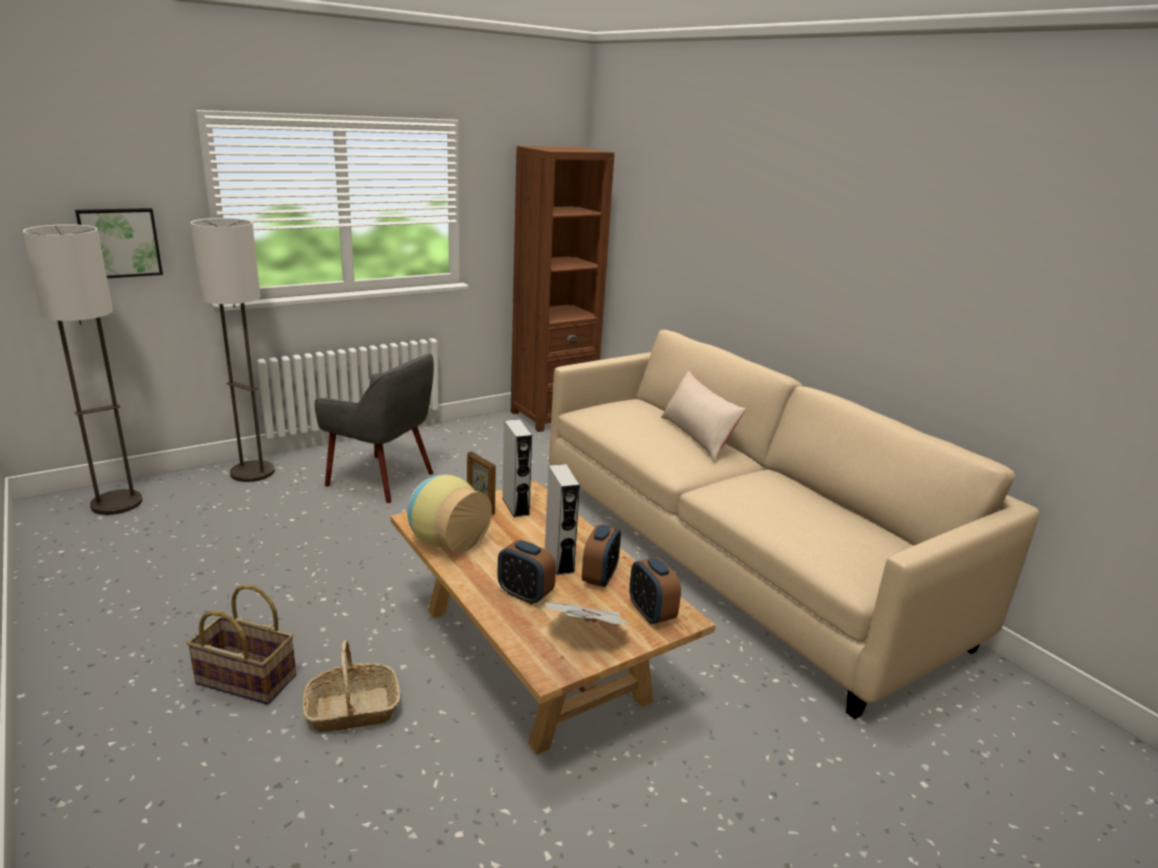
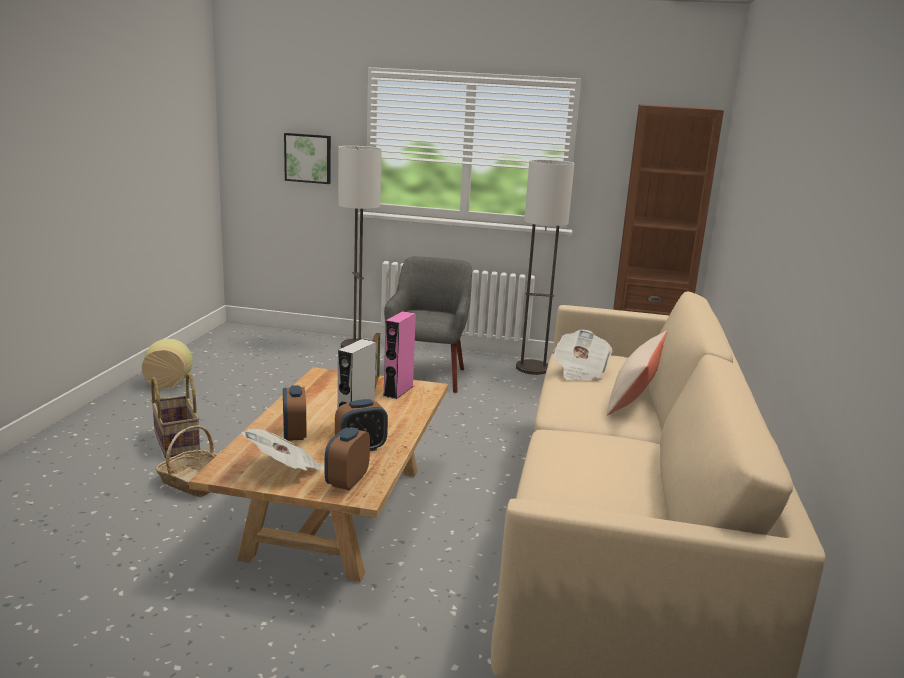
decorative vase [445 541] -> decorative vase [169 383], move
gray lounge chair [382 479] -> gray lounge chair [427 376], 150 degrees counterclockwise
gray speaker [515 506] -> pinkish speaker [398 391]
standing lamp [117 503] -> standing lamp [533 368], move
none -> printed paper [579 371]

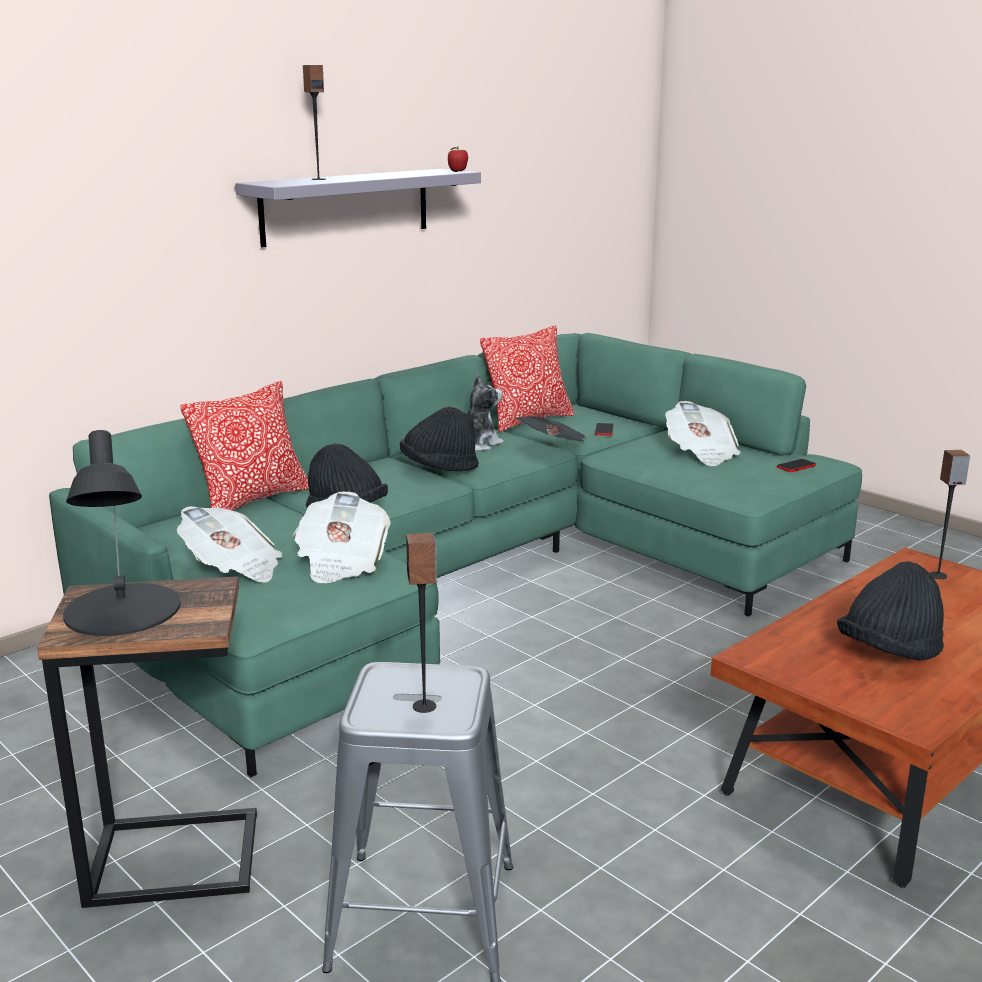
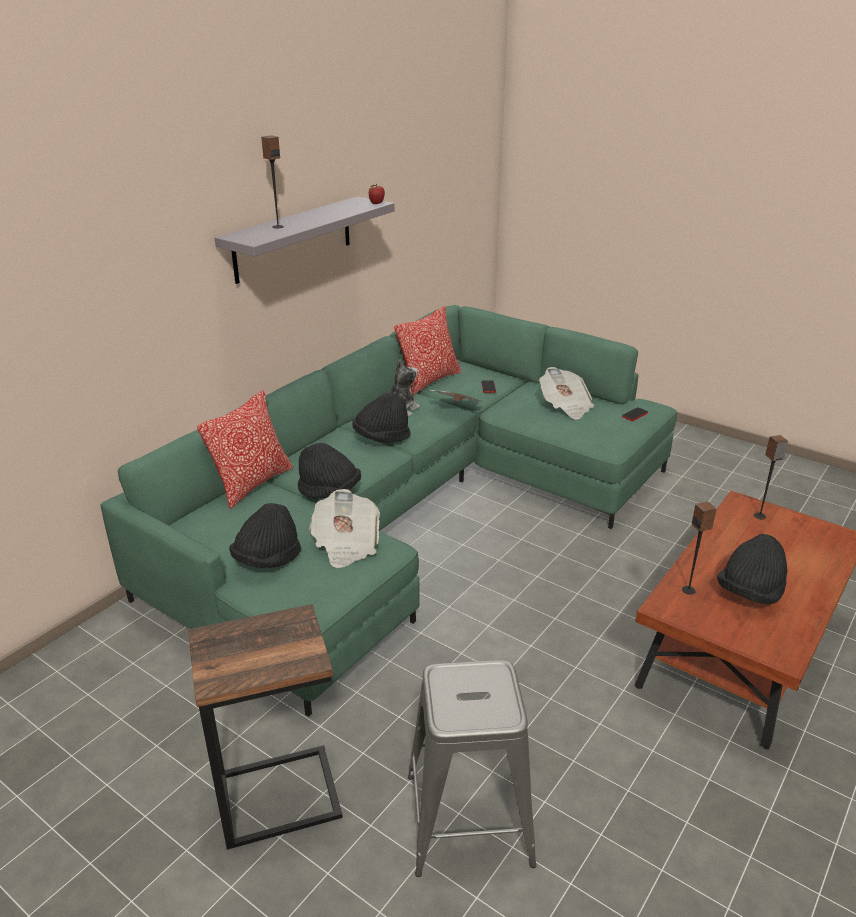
printed paper [233 568] -> black-coloured hat [267 559]
speaker [425 706] -> speaker [688 590], move
black-coloured tabletop lamp [121 610] -> none

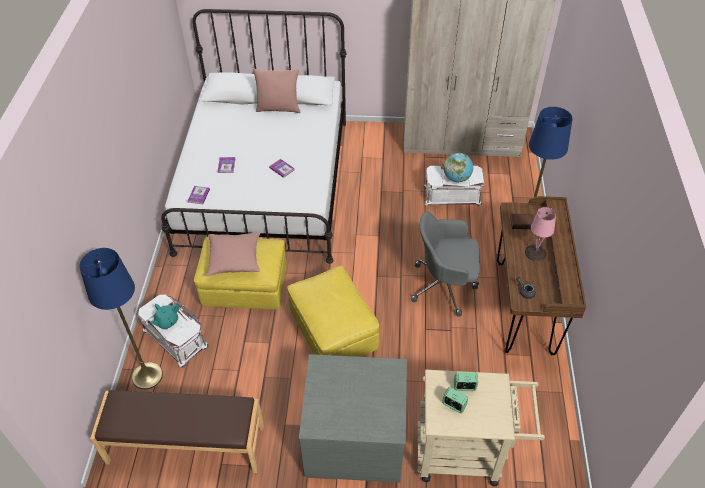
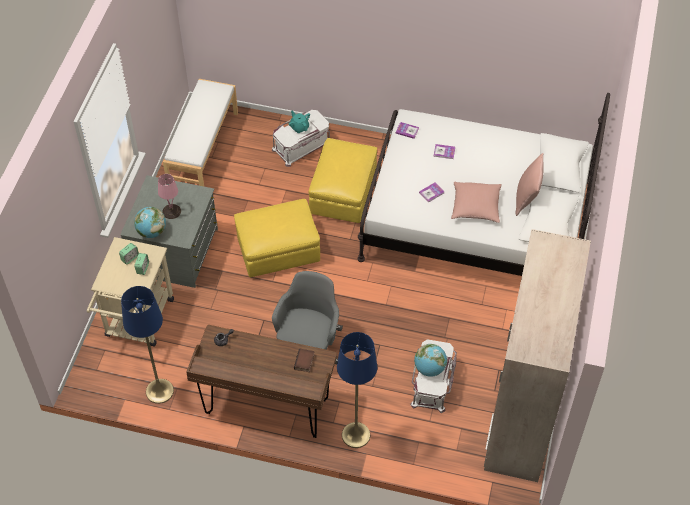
blue-coloured standing lamp [147 376] -> blue-coloured standing lamp [159 391], move
none -> globe [151 232]
pinkish tabletop lamp [536 252] -> pinkish tabletop lamp [171 211], move
brown bench [186 445] -> whitish bench [203 150]
pinkish cushion [234 259] -> pinkish cushion [475 207], move

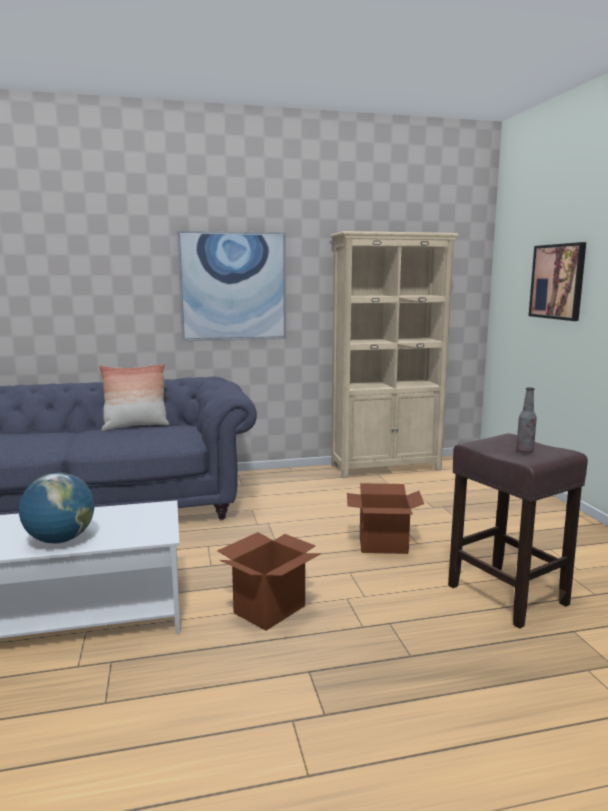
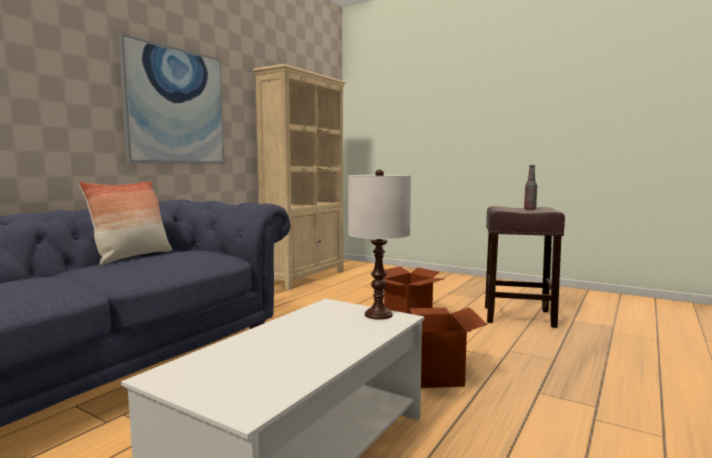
none -> whitish tabletop lamp [378 315]
globe [60 540] -> none
picture [557 281] -> none

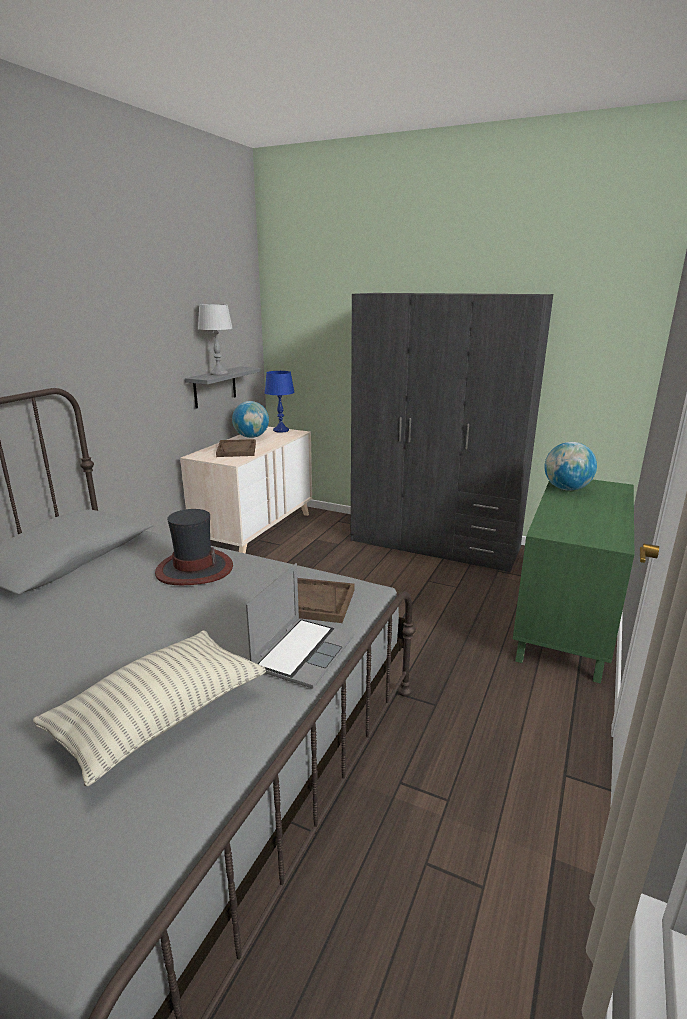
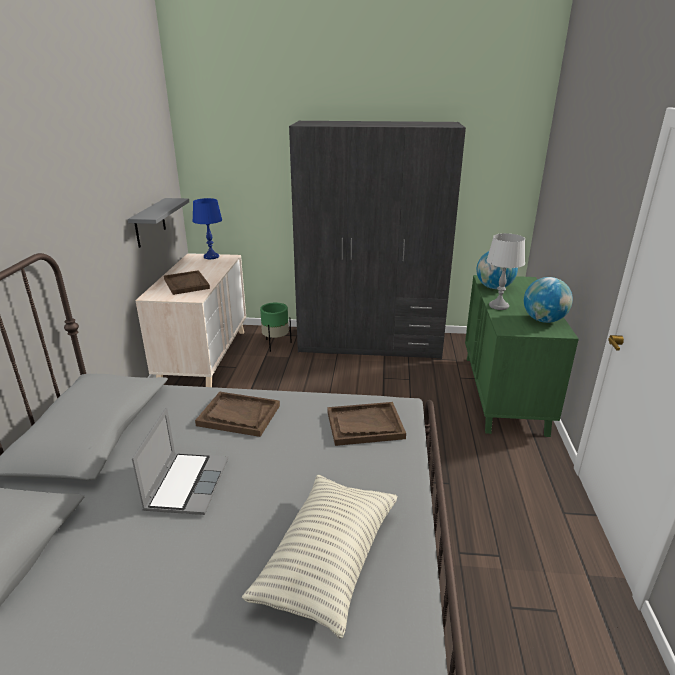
laptop [303 652] -> laptop [187 484], move
hat [194 569] -> brown tray [238 415]
none -> greenish planter [276 344]
gray tabletop lamp [218 374] -> gray tabletop lamp [499 306], move
globe [251 437] -> globe [543 320], move

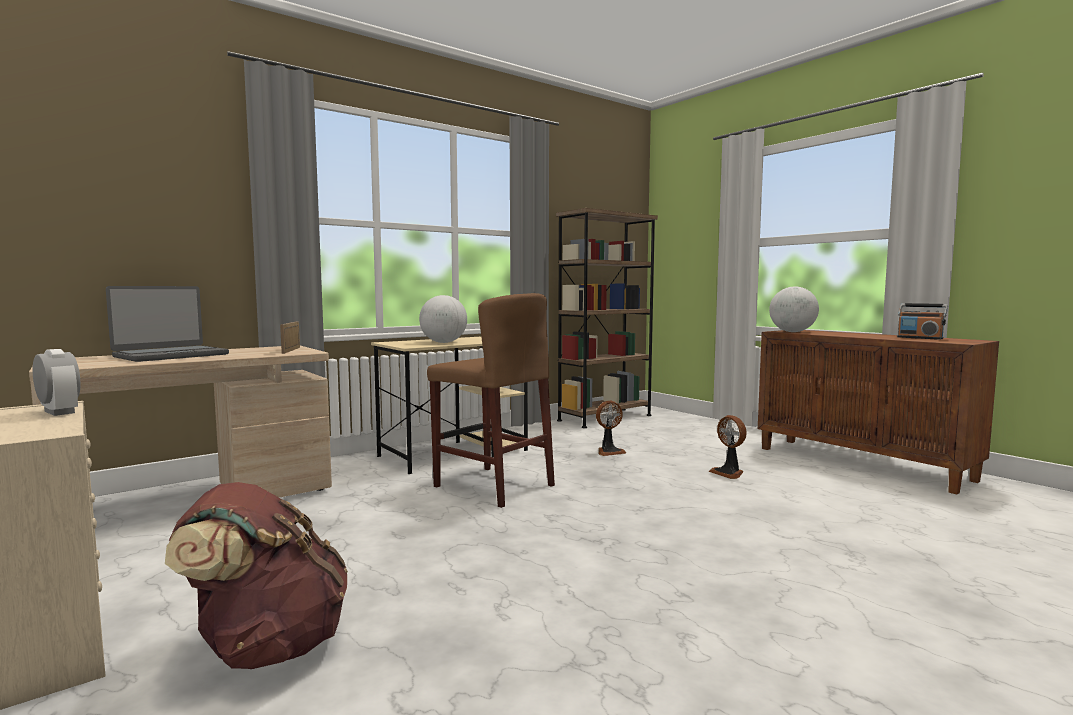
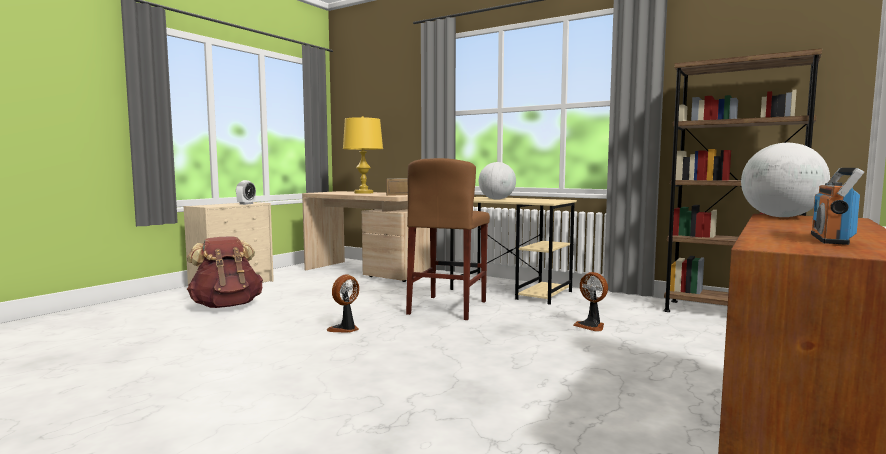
cooling fan [728 473] -> cooling fan [345 329], move
laptop [171 355] -> yellow-coloured tabletop lamp [364 193]

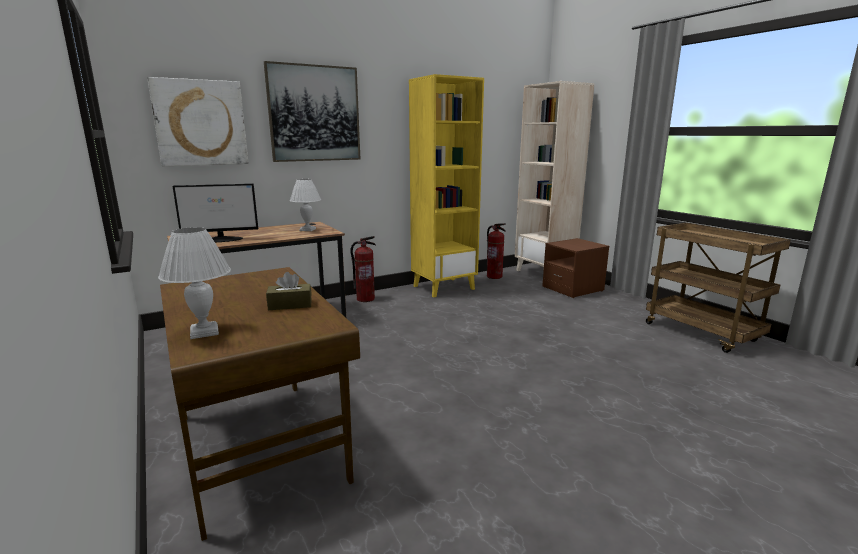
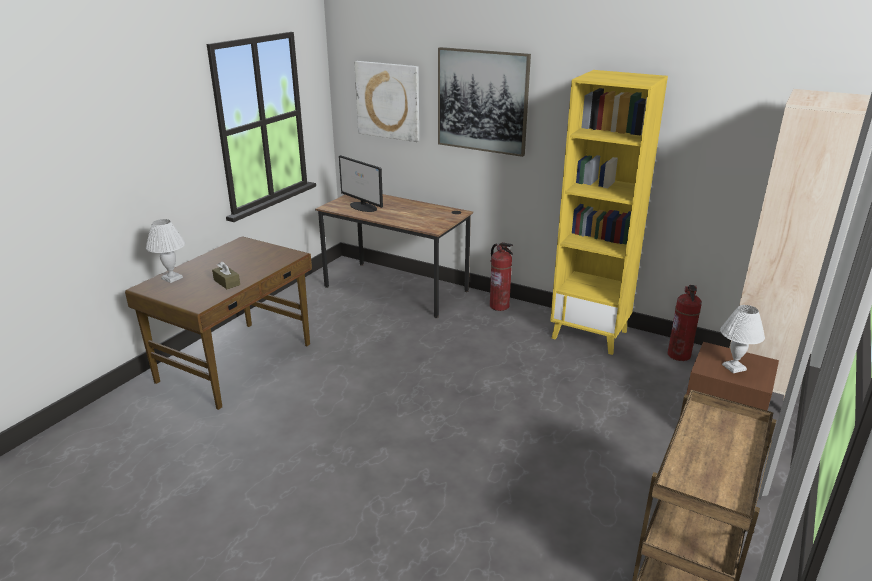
whitish tabletop lamp [307 229] -> whitish tabletop lamp [734 367], move

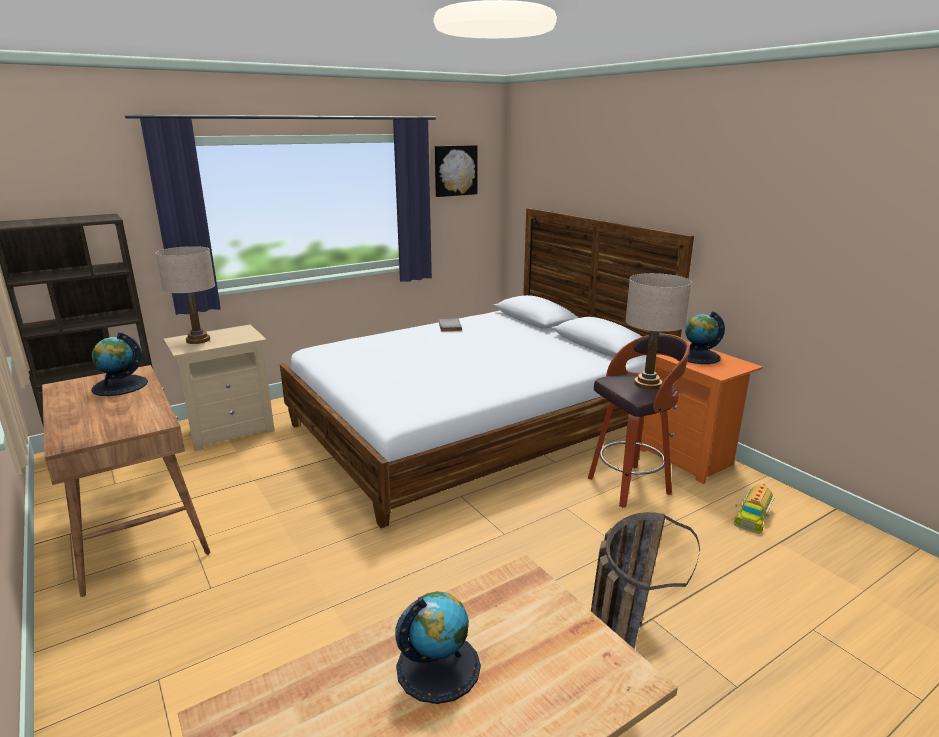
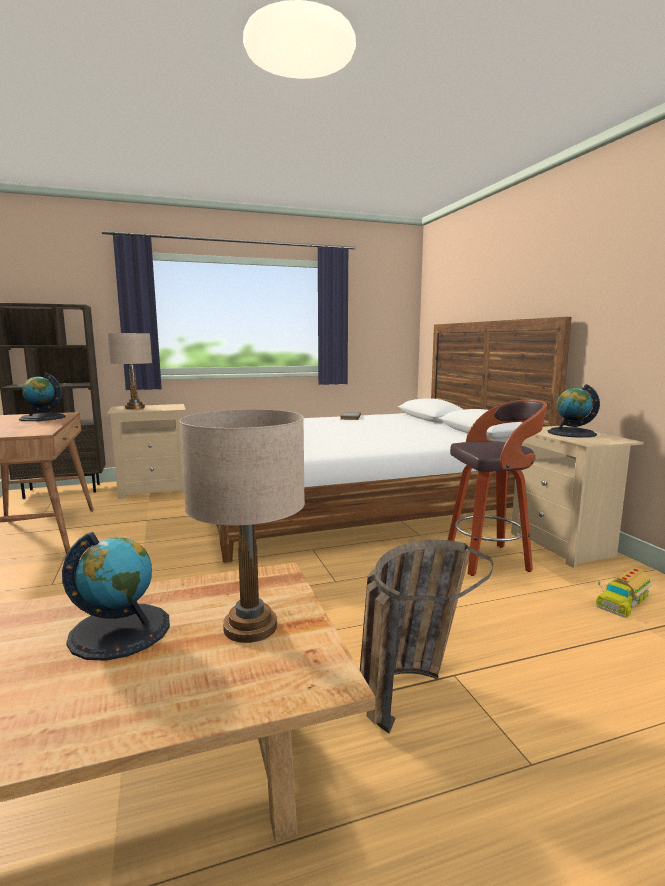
beige-coloured tabletop lamp [648 384] -> beige-coloured tabletop lamp [251 626], move
orange-coloured night table [687 457] -> beige-coloured night table [564 545]
picture [455 170] -> none

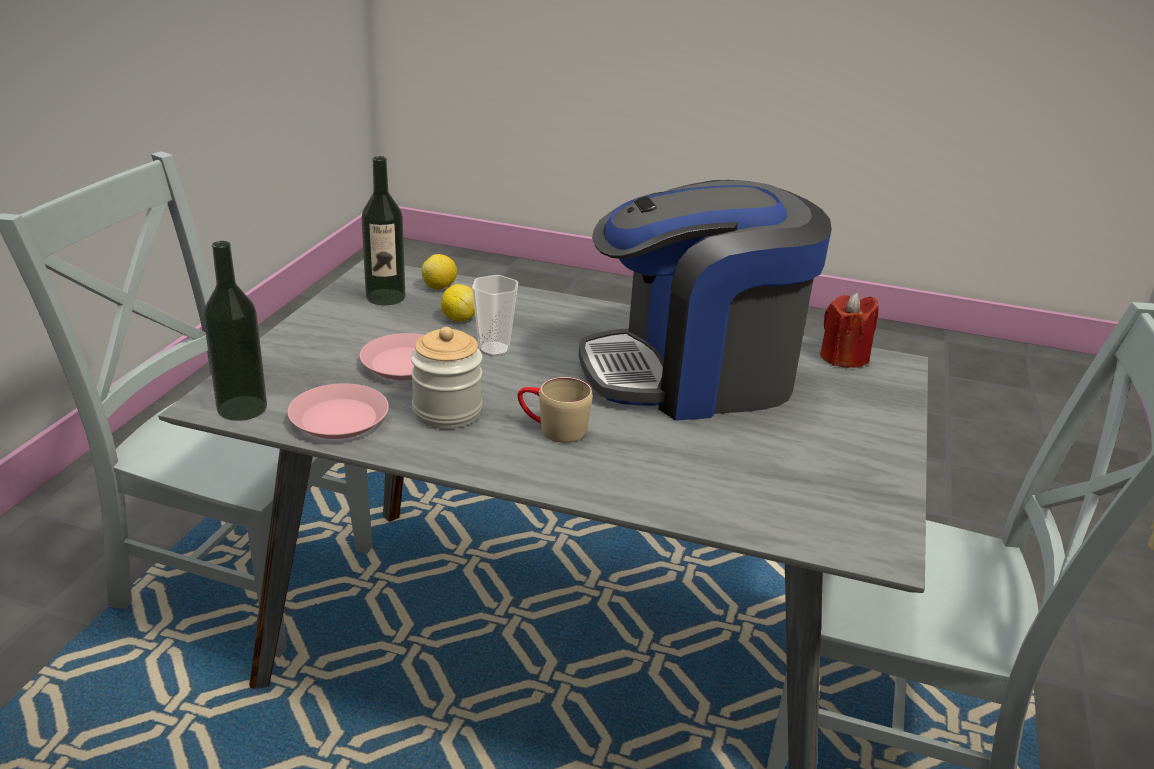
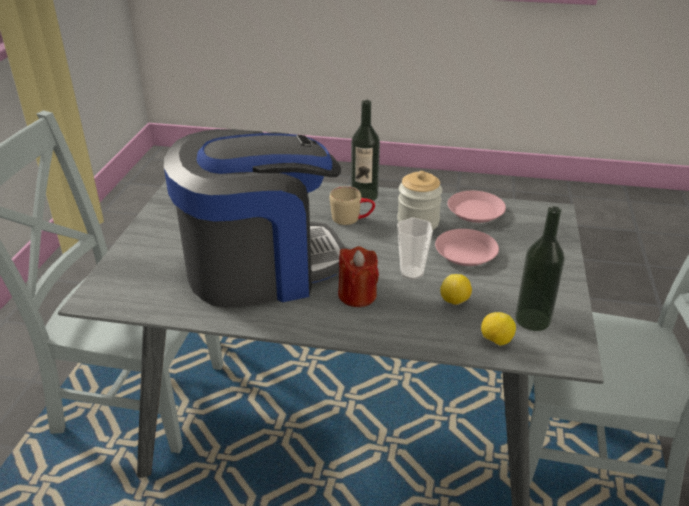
reddish wax light [843 357] -> reddish wax light [357 295], move
bottle [242 408] -> bottle [364 195], move

